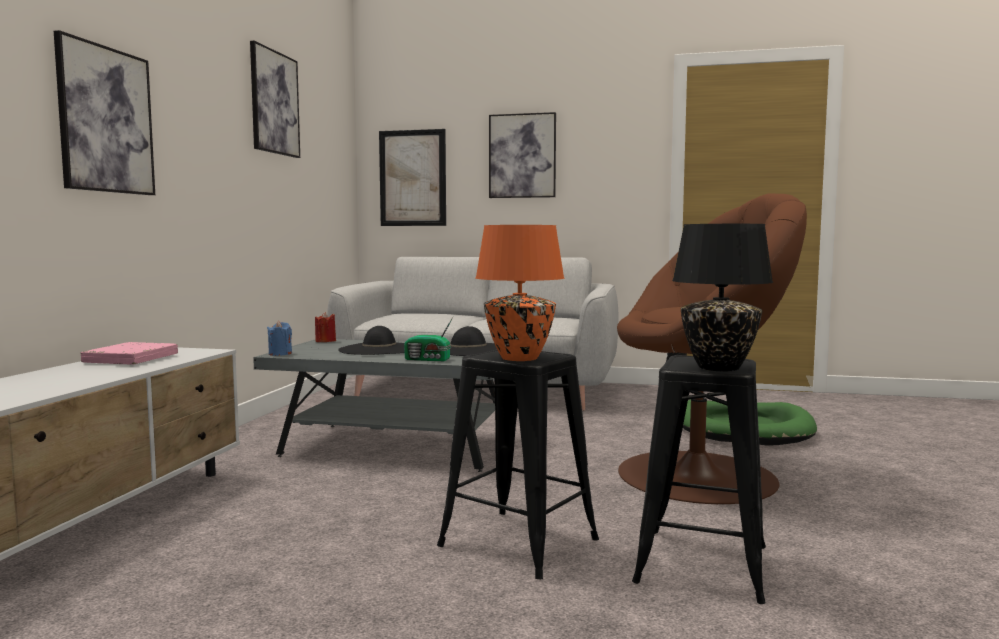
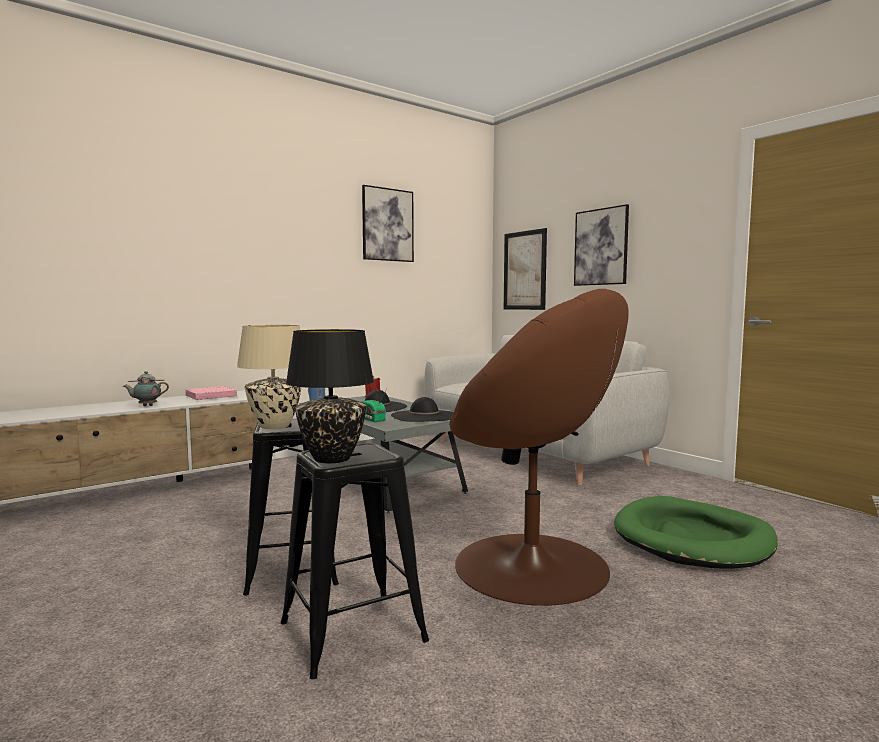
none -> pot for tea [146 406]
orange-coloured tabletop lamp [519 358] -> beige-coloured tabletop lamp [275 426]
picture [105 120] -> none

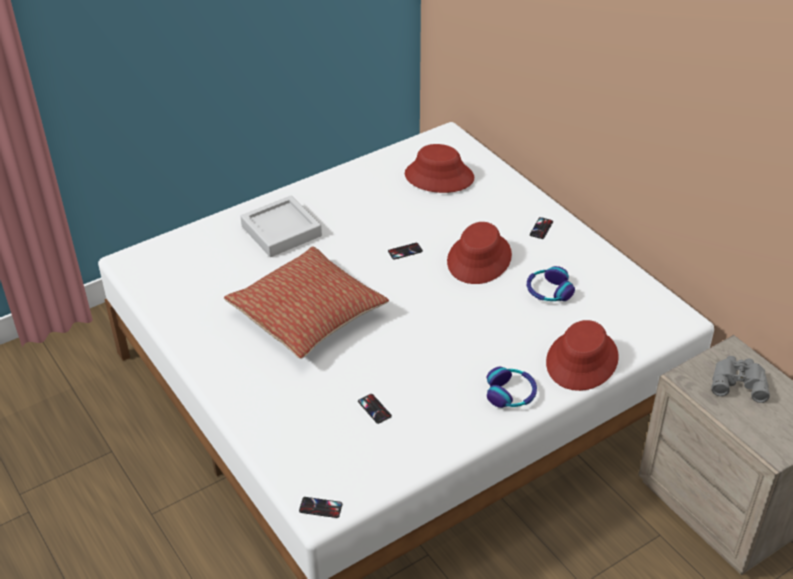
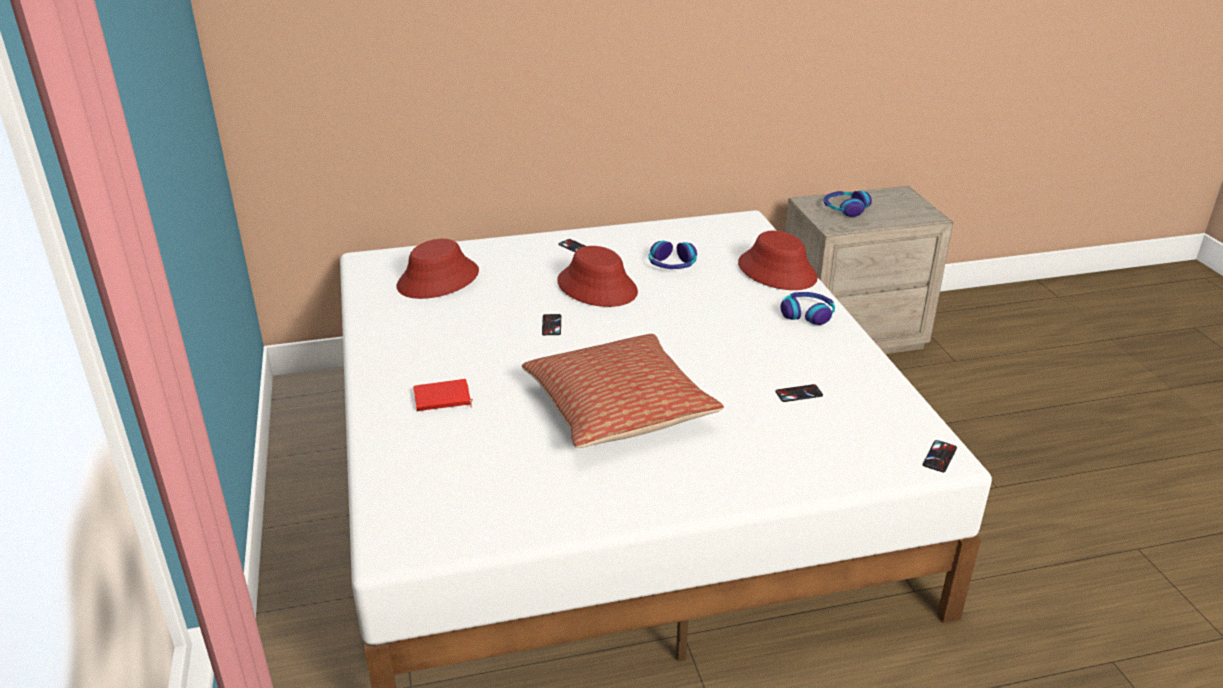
gray tray [281 231] -> reddish volume [442 399]
gray binoculars [738 381] -> headphones [845 209]

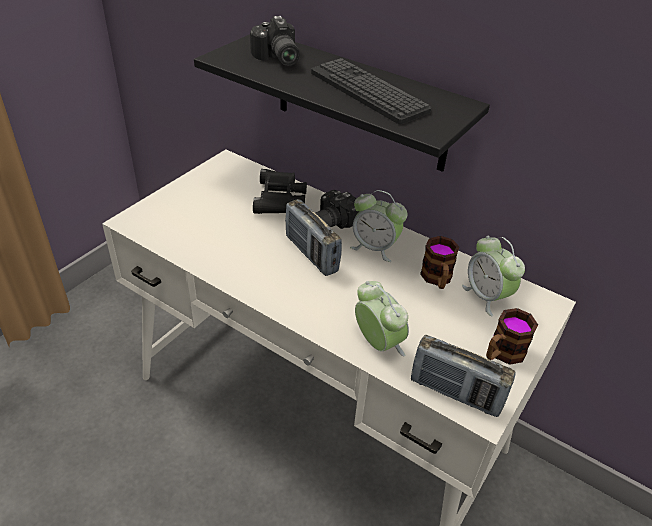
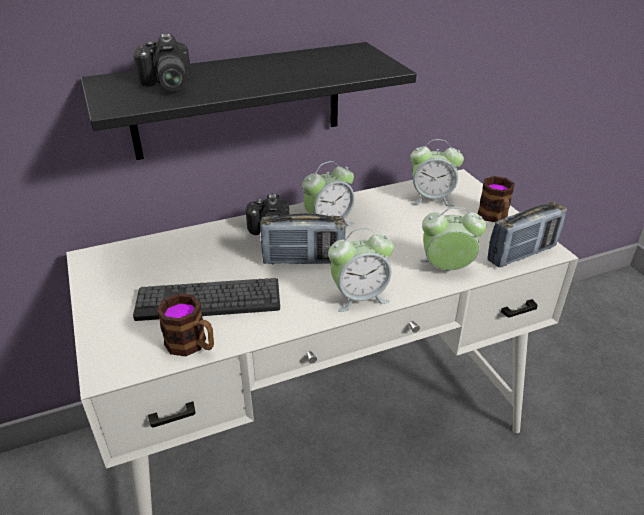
PC keyboard [368 91] -> PC keyboard [208 300], move
still camera [276 59] -> still camera [165 84], 60 degrees clockwise
tea mug [437 279] -> tea mug [192 345], move
none -> table clock [359 297]
black-coloured binoculars [280 198] -> none

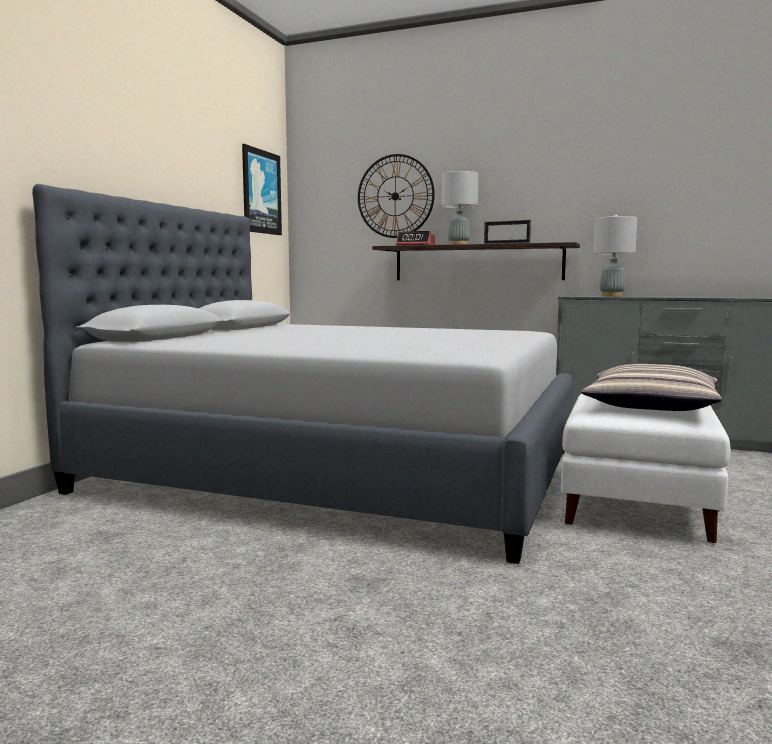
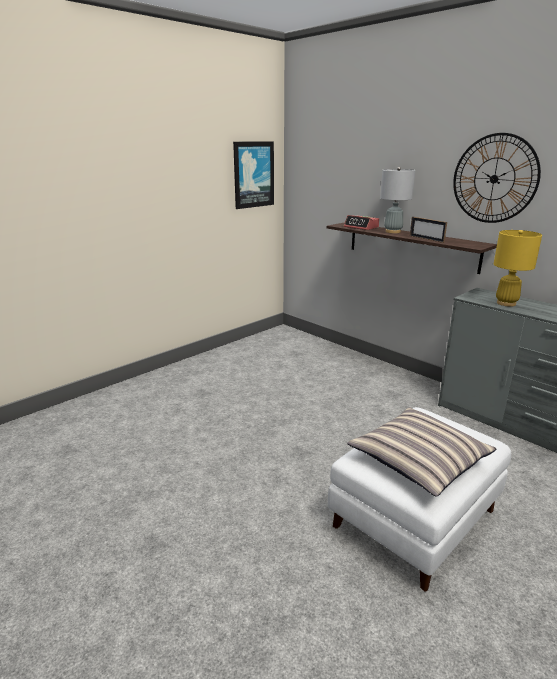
clock on the wall [395 196] -> clock on the wall [494 179], move
gray tabletop lamp [611 296] -> yellow-coloured tabletop lamp [506 303]
gray bed [338 470] -> none

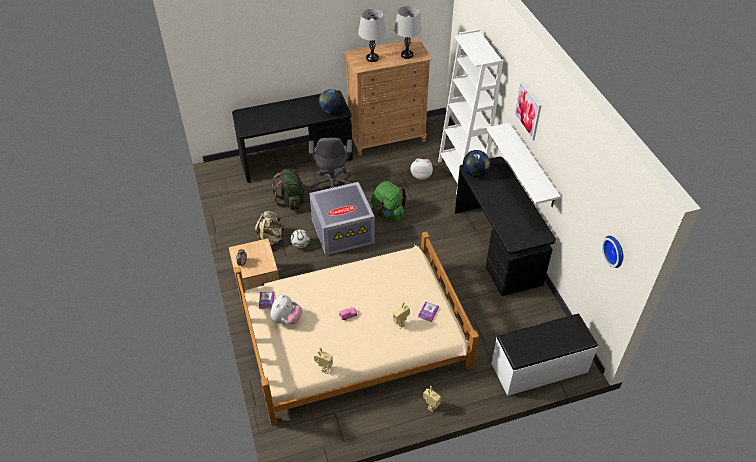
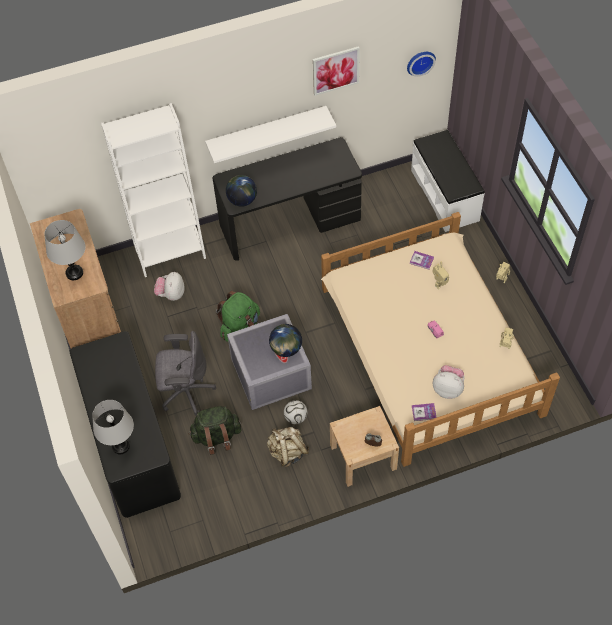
gray tabletop lamp [407 55] -> gray tabletop lamp [120 446], move
globe [331 111] -> globe [286 349], move
picture [528 110] -> picture [335 70], move

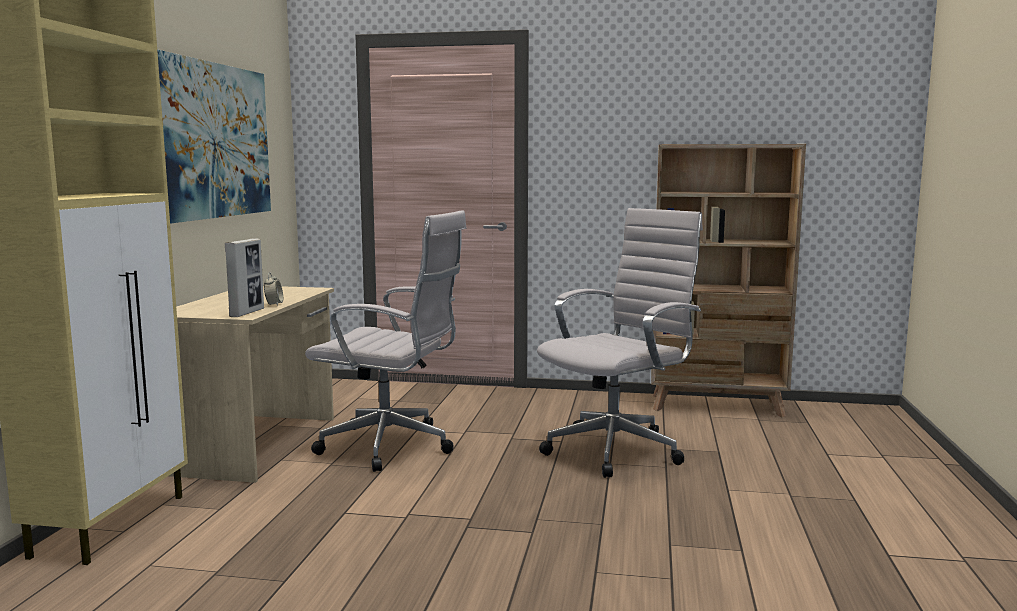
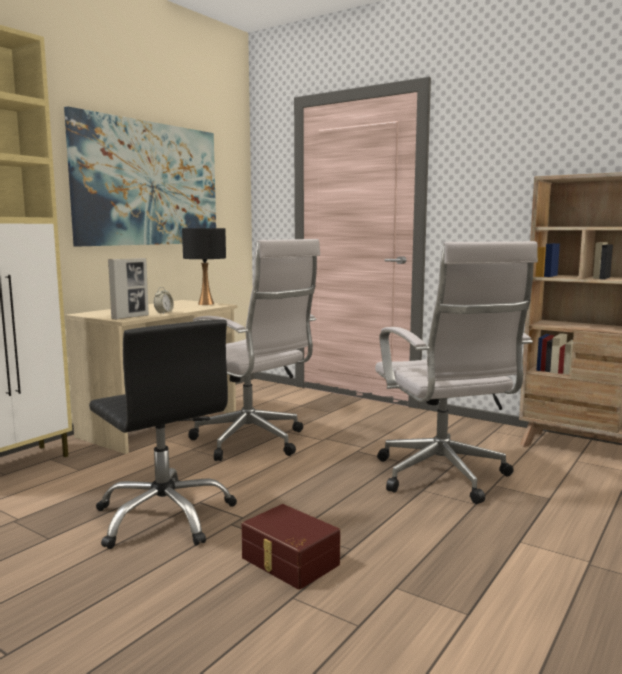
none -> black-coloured desk chair [165 516]
none -> black-coloured tabletop lamp [206 304]
none -> brown storage bin [289 562]
whitish desk chair [618 449] -> whitish desk chair [444 478], 90 degrees clockwise

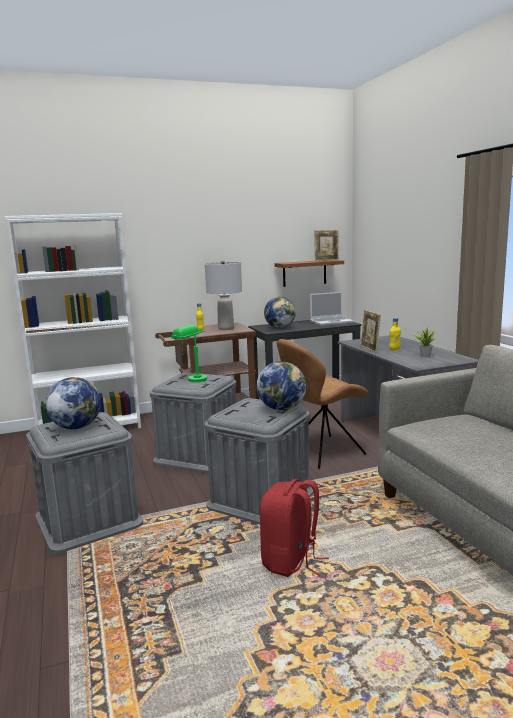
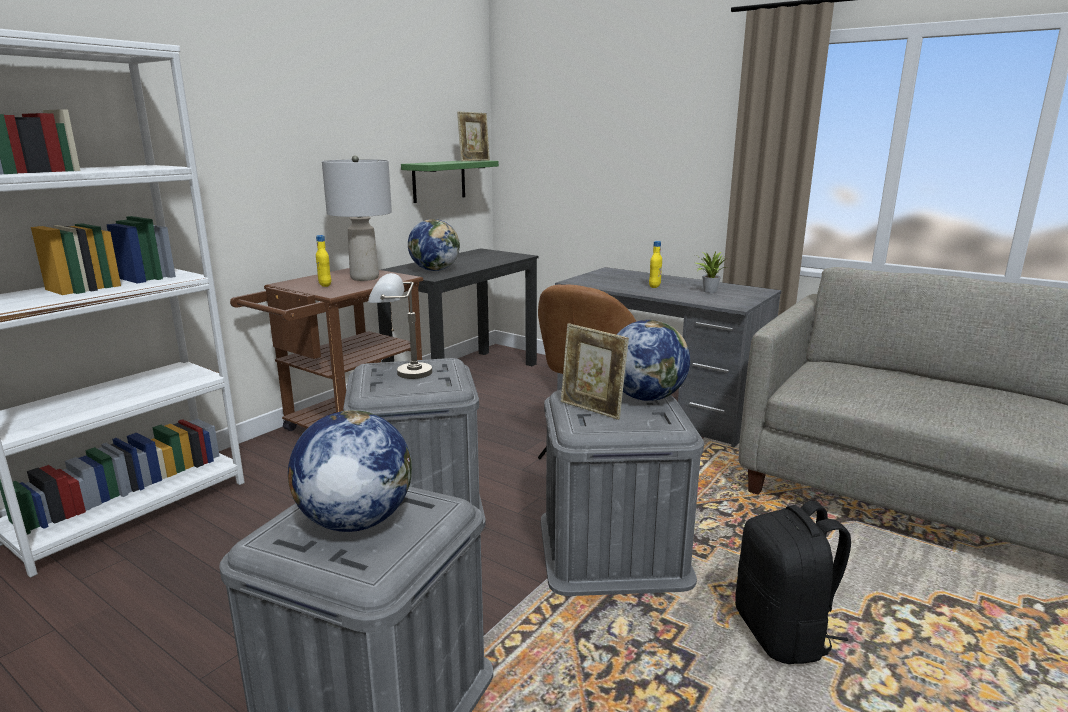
greenish tabletop lamp [191 379] -> gray tabletop lamp [402 373]
brown bracket shelf [304 273] -> greenish bracket shelf [439 181]
photo frame [370 349] -> photo frame [592 409], move
reddish backpack [291 561] -> black-coloured backpack [783 634]
laptop [331 322] -> none

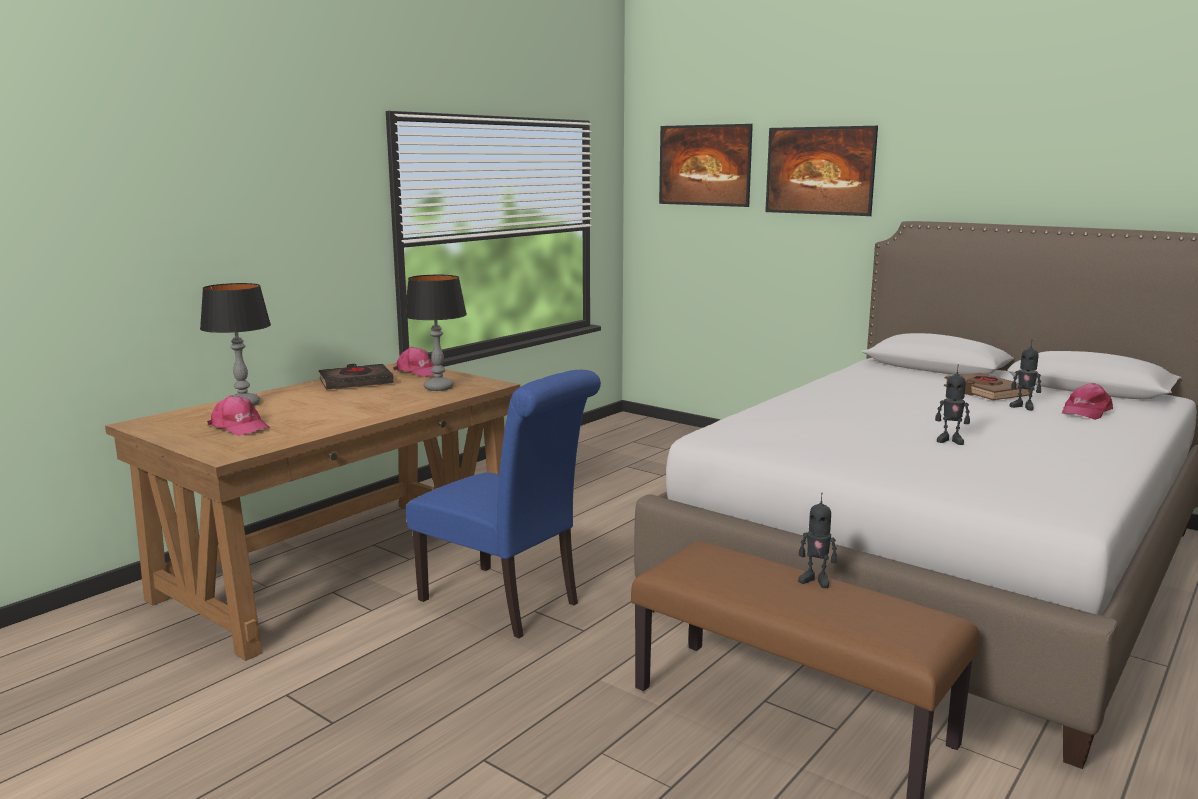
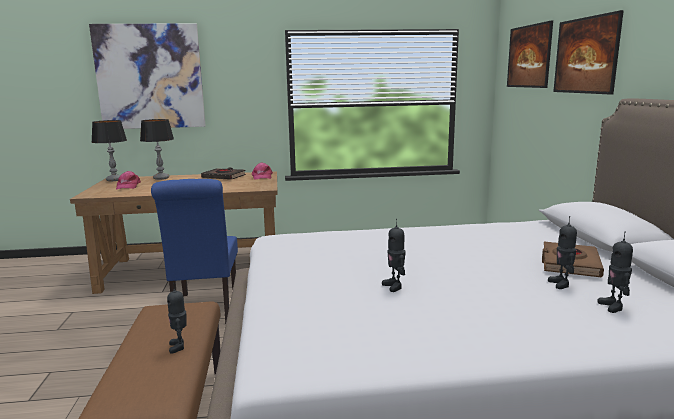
none -> picture [150 77]
tabletop lamp [438 388] -> tabletop lamp [114 180], move
pinkish peaked cap [1085 411] -> model robot [613 306]

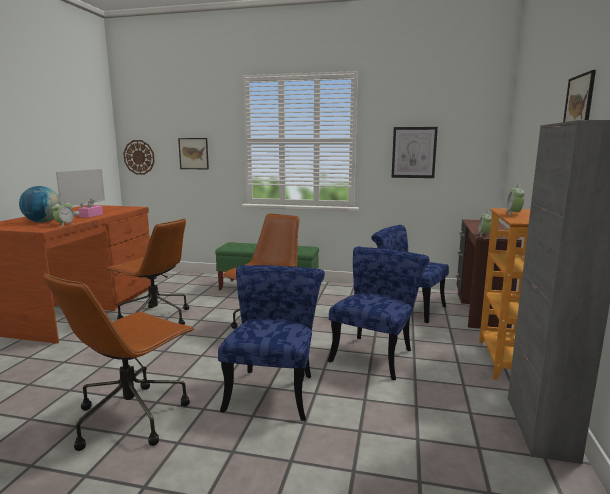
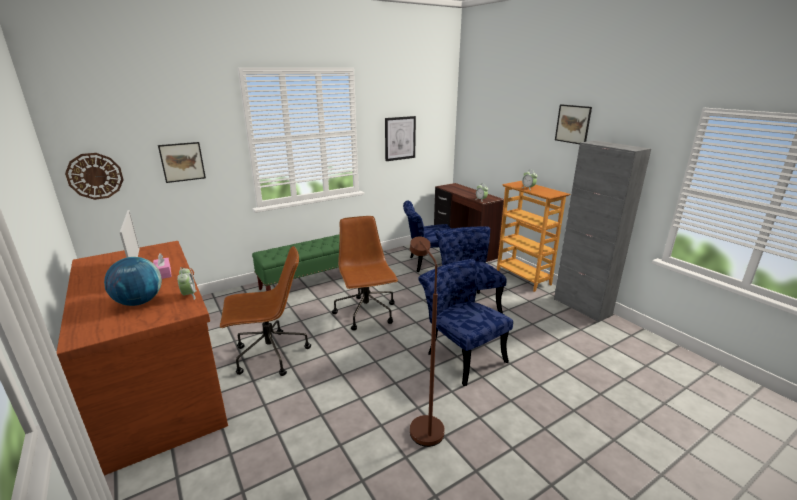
brown desk chair [132 416] -> brown standing lamp [424 425]

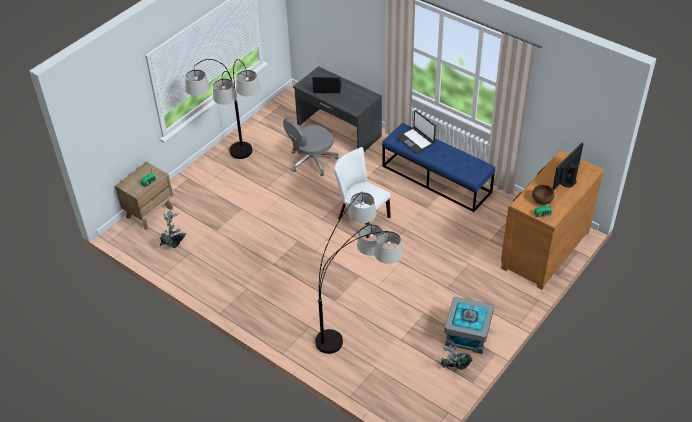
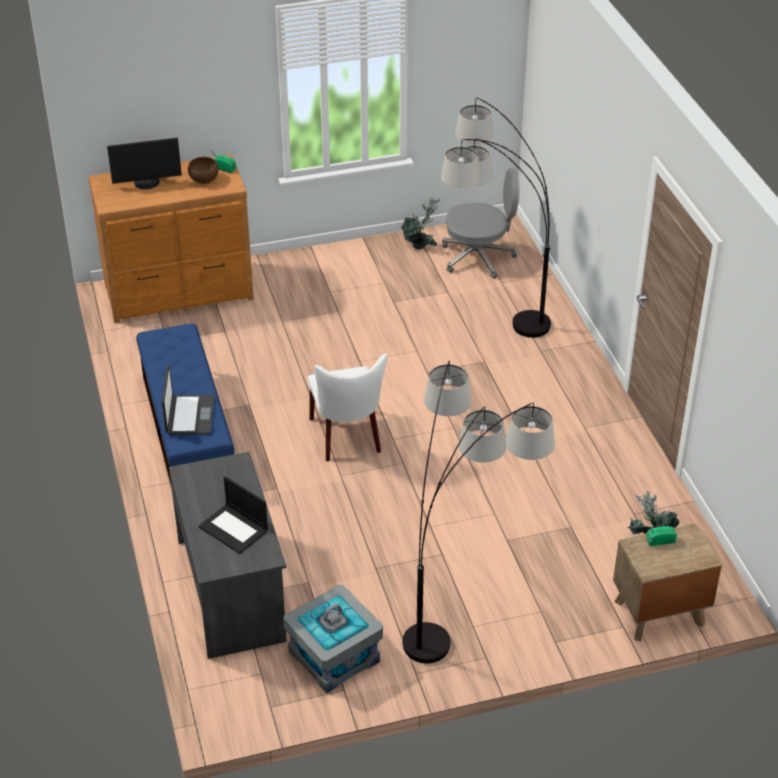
gray storage bin [467 335] -> gray storage bin [334 656], move
gray desk chair [312 161] -> gray desk chair [479 257], move

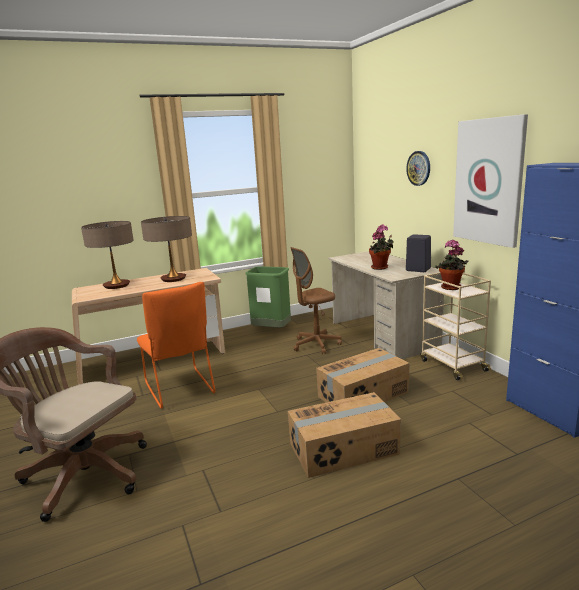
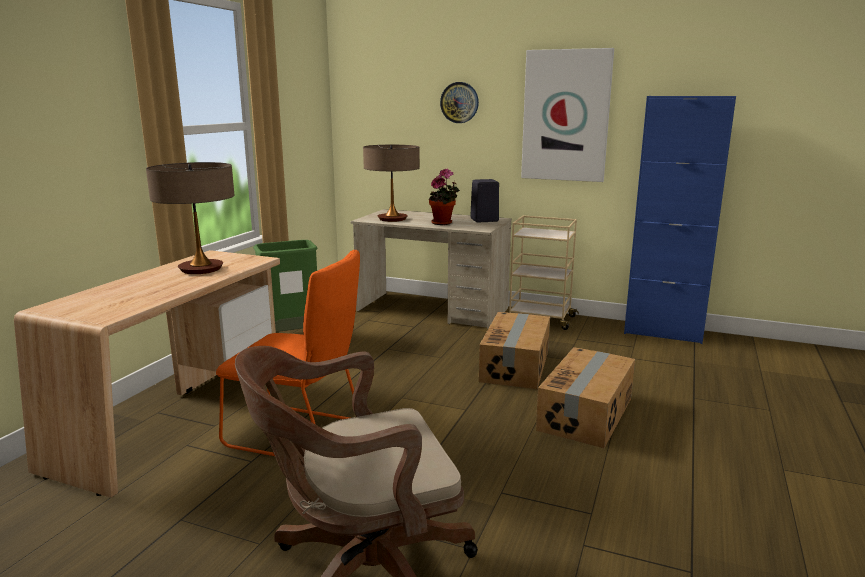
tabletop lamp [117 285] -> tabletop lamp [392 219], move
brown desk chair [316 345] -> none
potted plant [450 288] -> none

